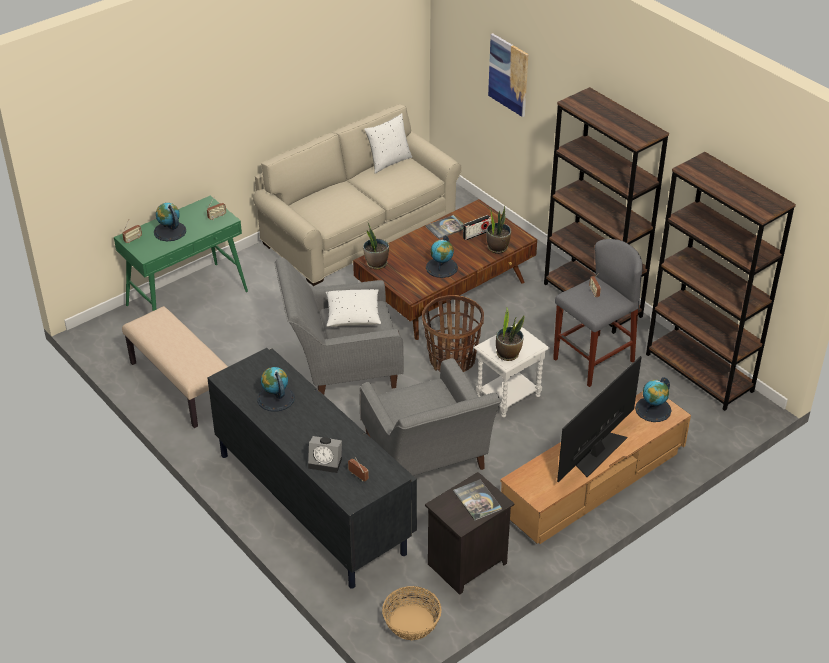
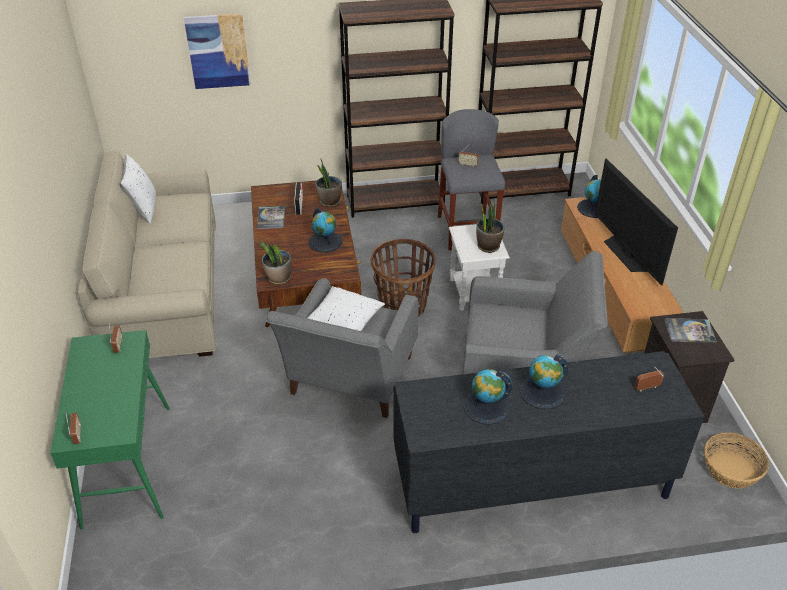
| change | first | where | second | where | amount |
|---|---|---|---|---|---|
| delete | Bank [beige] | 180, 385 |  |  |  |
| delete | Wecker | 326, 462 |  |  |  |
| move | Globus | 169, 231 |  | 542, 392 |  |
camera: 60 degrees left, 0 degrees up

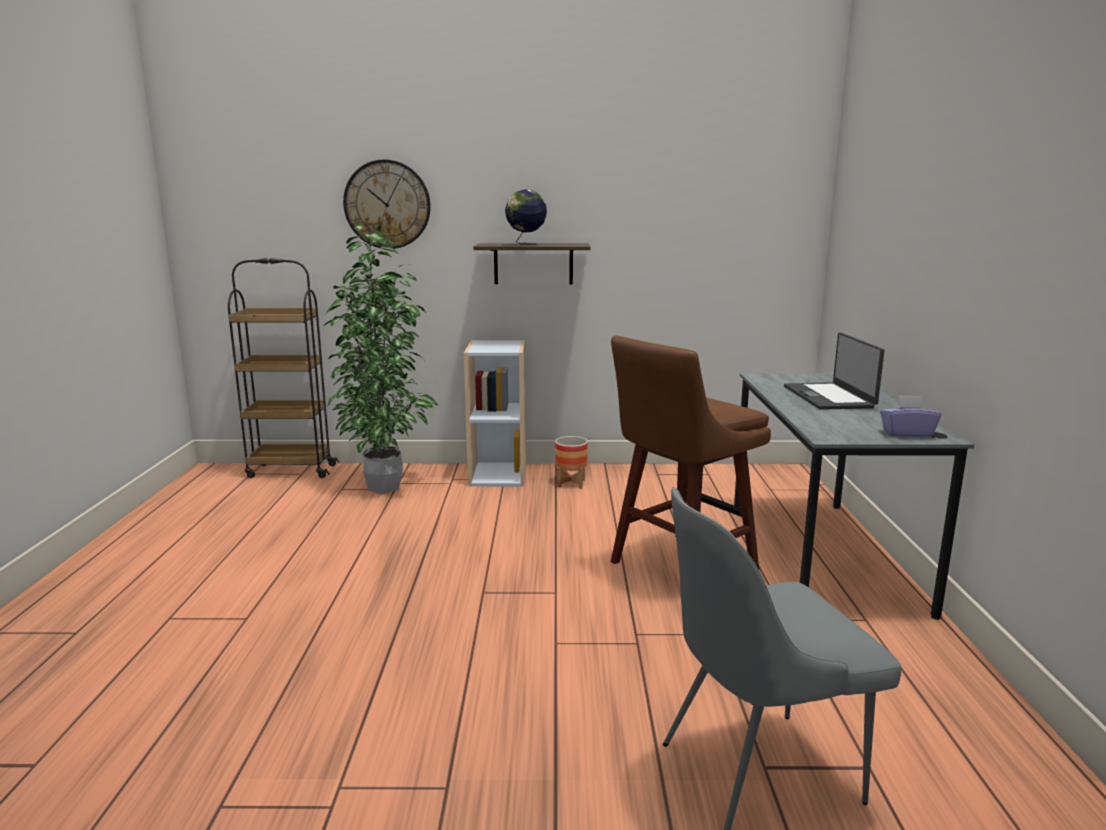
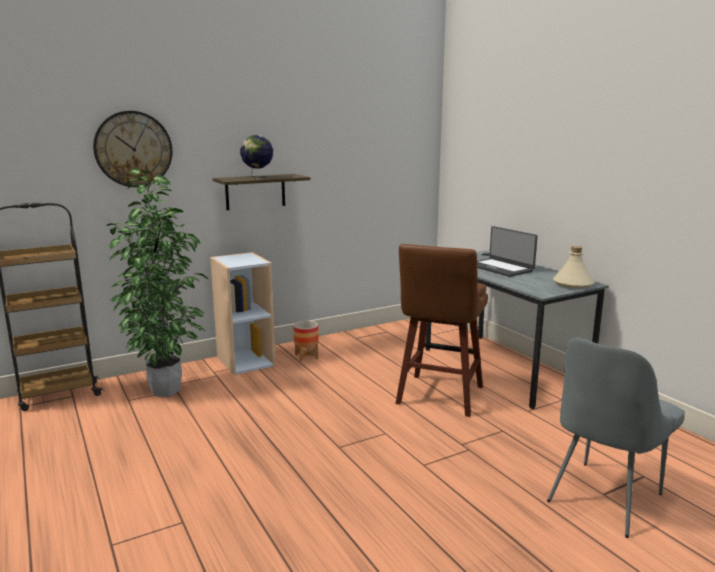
| change | first | where | second | where | amount |
|---|---|---|---|---|---|
| replace | Taschentuchbox [lila] | 907, 433 | Flasche [beige] | 572, 284 |  |
camera: 30 degrees left, 0 degrees up

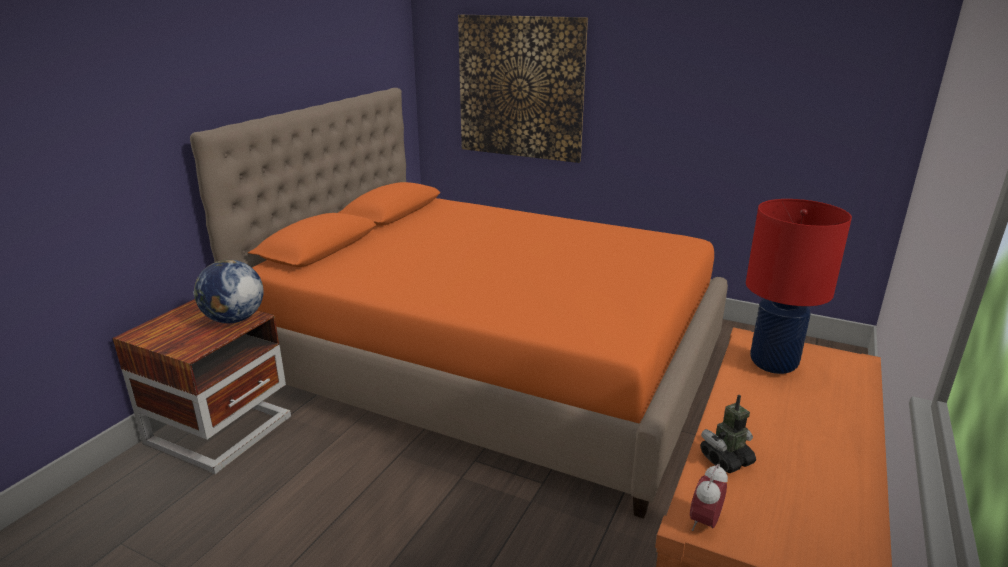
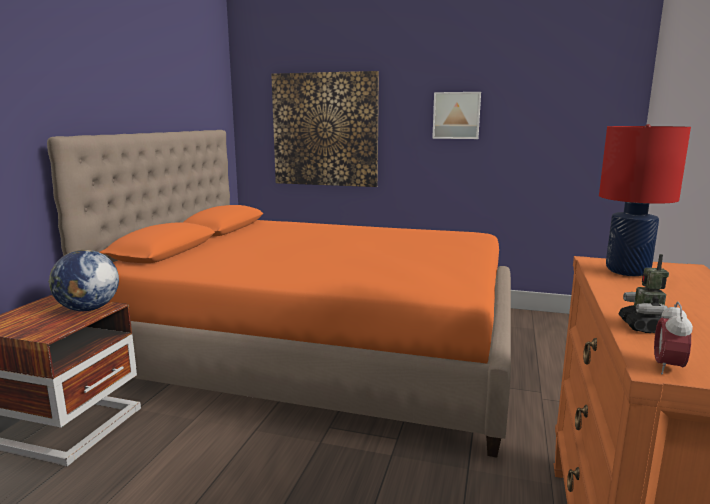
| change | first | where | second | where | amount |
|---|---|---|---|---|---|
| insert |  |  | Bild | 456, 115 |  |
| rotate | Spielzeugroboter | 726, 459 |  | 645, 327 | 45 degrees counterclockwise |
camera: 10 degrees left, 10 degrees down

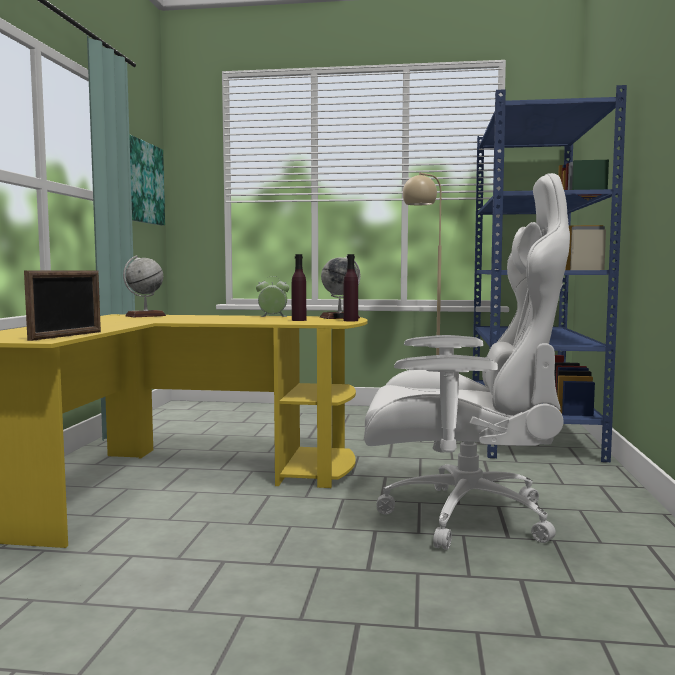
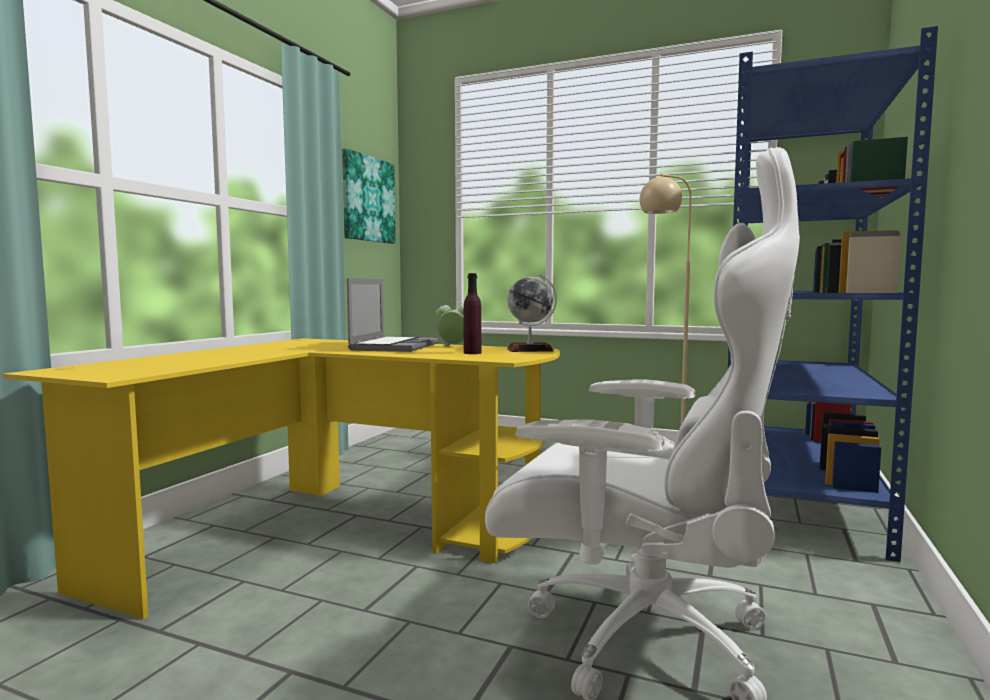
| change | first | where | second | where | amount |
|---|---|---|---|---|---|
| delete | Bilderrahmen | 66, 336 |  |  |  |
| delete | Globus | 145, 316 |  |  |  |
| delete | Flasche [lila] | 350, 320 |  |  |  |
| insert |  |  | Laptop | 394, 347 |  |
camera: 15 degrees right, 0 degrees up

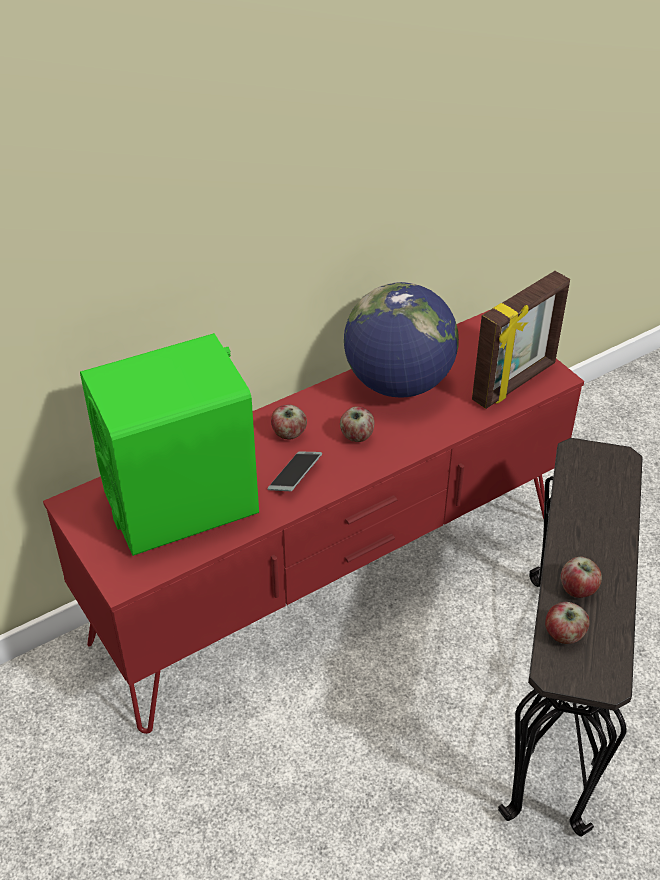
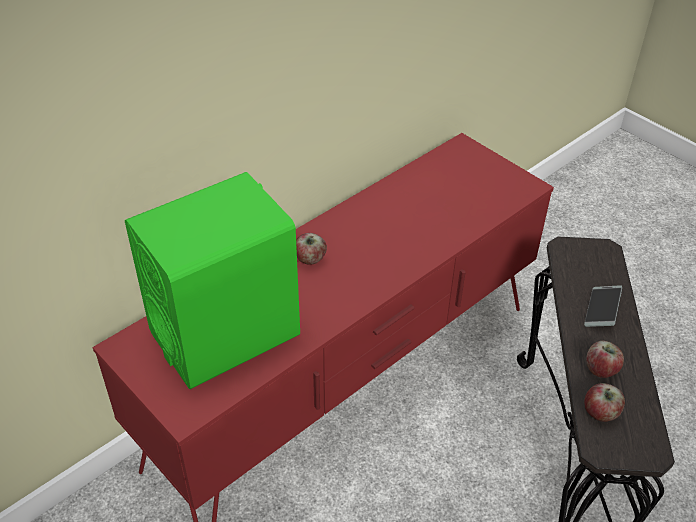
| change | first | where | second | where | amount |
|---|---|---|---|---|---|
| delete | Apfel | 356, 436 |  |  |  |
| delete | Globus | 398, 383 |  |  |  |
| delete | Bilderrahmen | 515, 383 |  |  |  |
| move | Handy | 295, 476 |  | 602, 310 |  |
camera: 10 degrees left, 0 degrees up

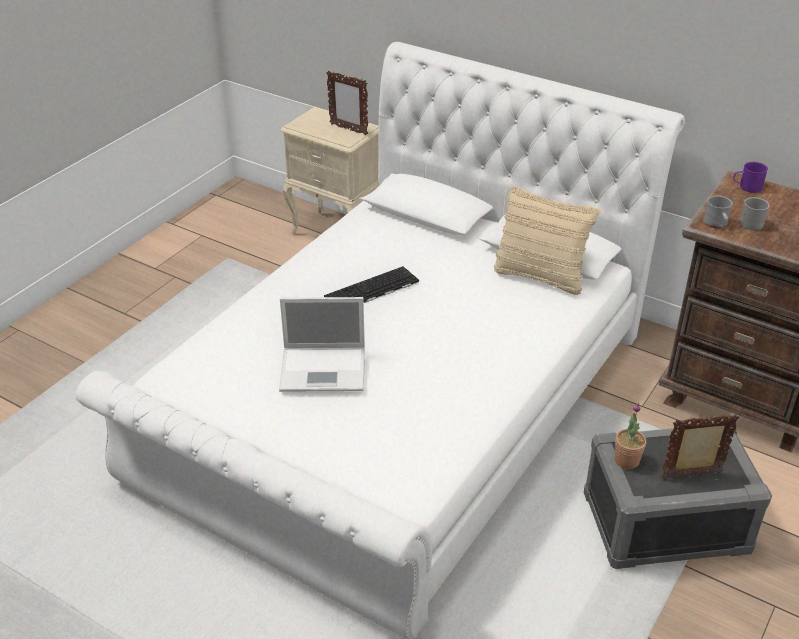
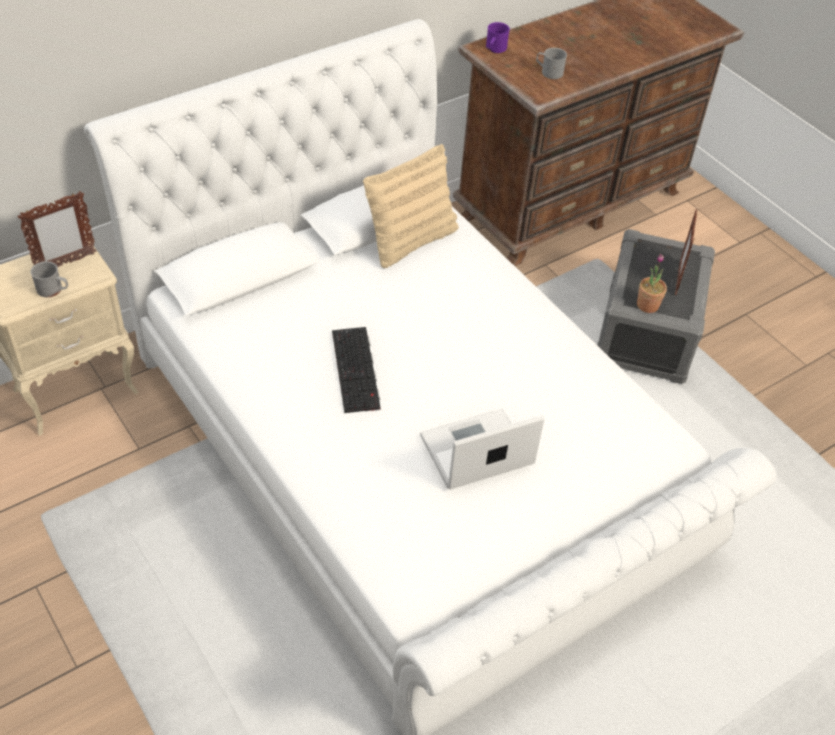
| change | first | where | second | where | amount |
|---|---|---|---|---|---|
| move | Henkelbecher [grau] | 716, 224 |  | 53, 290 |  |
| rotate | Laptop | 325, 369 |  | 474, 451 | 135 degrees counterclockwise |
camera: 70 degrees left, 10 degrees up

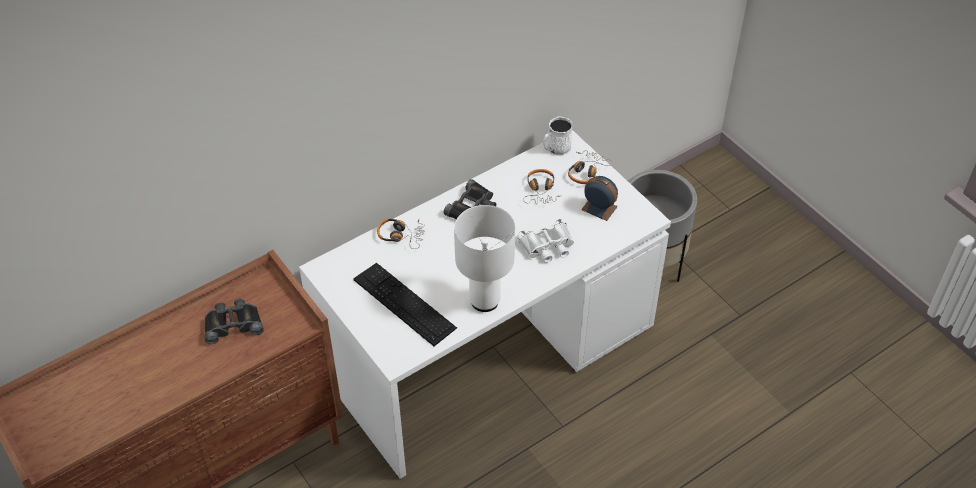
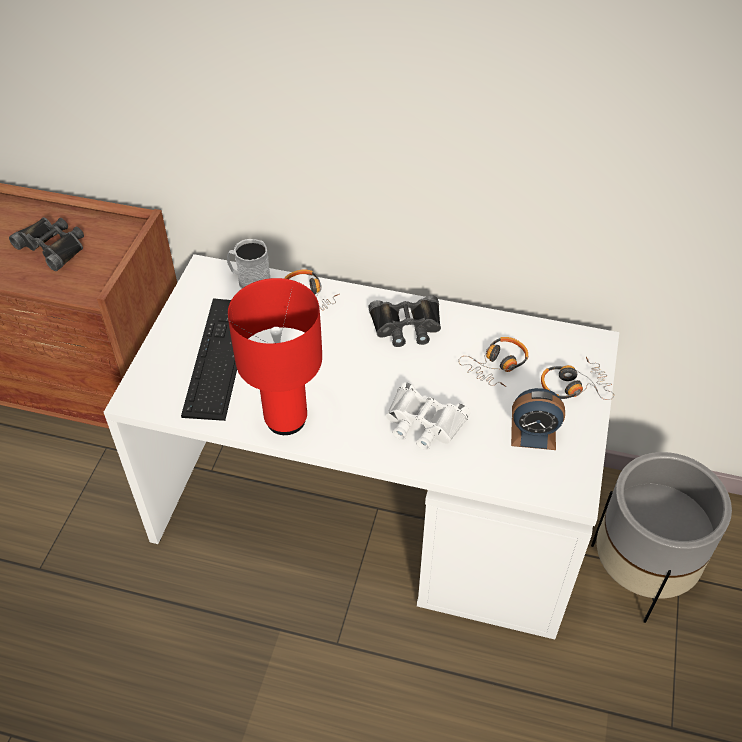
| change | first | where | second | where | amount |
|---|---|---|---|---|---|
| move | Henkelbecher [weiß] | 556, 148 |  | 250, 280 |  |
| recolor | Tischlampe [weiß] | 484, 301 | Tischlampe [rot] | 285, 418 |  |
| rotate | Wecker | 599, 208 |  | 533, 434 | 105 degrees clockwise |
camera: 50 degrees right, 0 degrees up

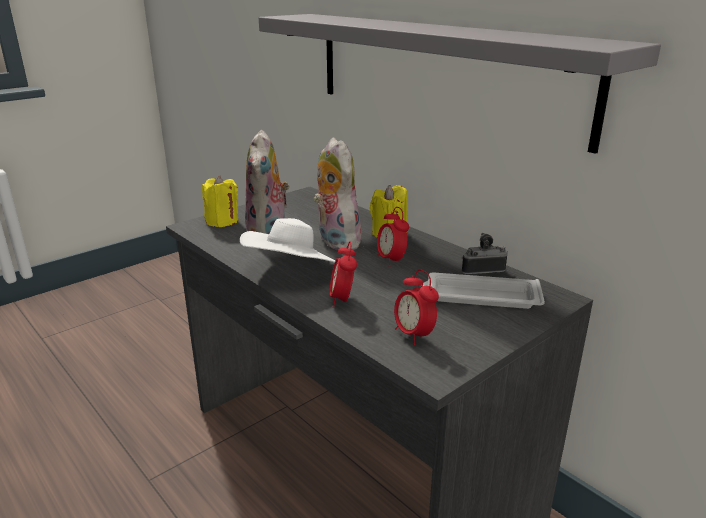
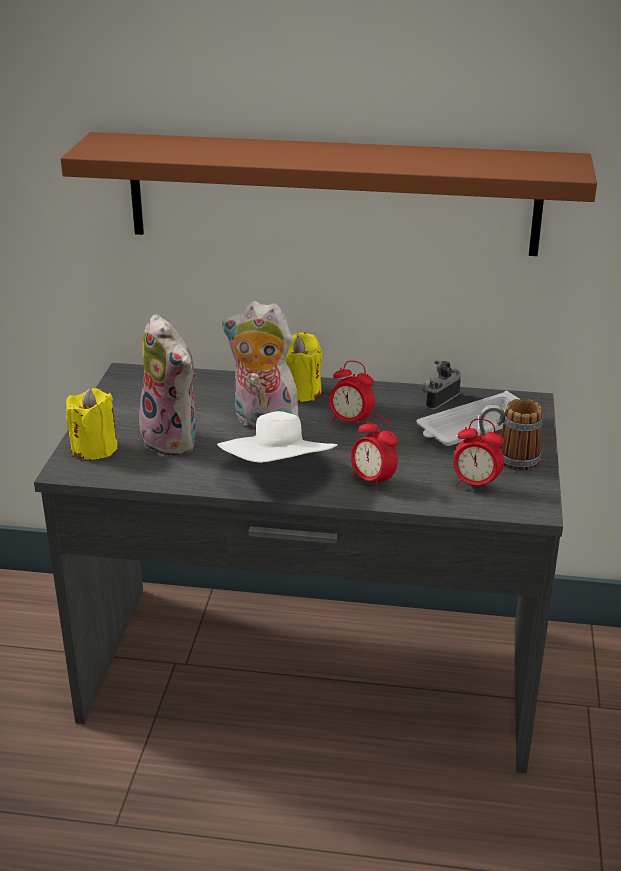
| change | first | where | second | where | amount |
|---|---|---|---|---|---|
| insert |  |  | Henkelbecher | 507, 460 |  |
| recolor | Wandregal [grau] | 440, 72 | Wandregal [braun] | 332, 194 |  |
camera: 40 degrees left, 5 degrees up

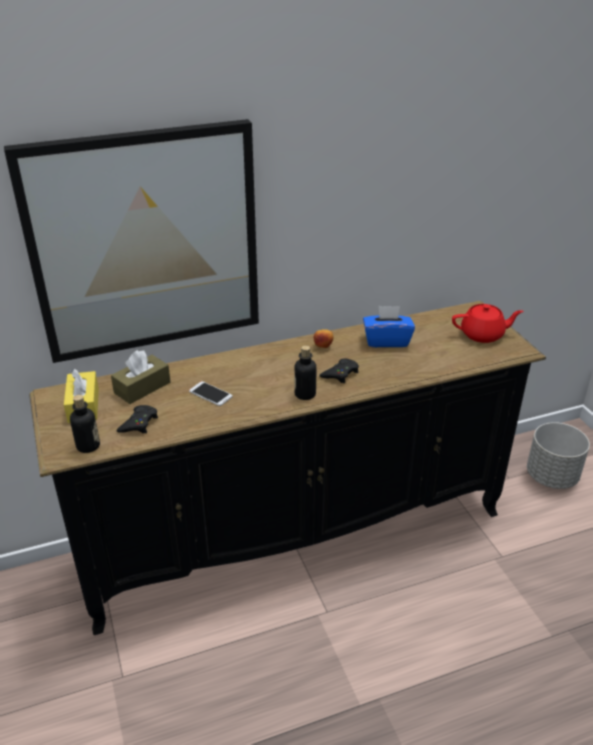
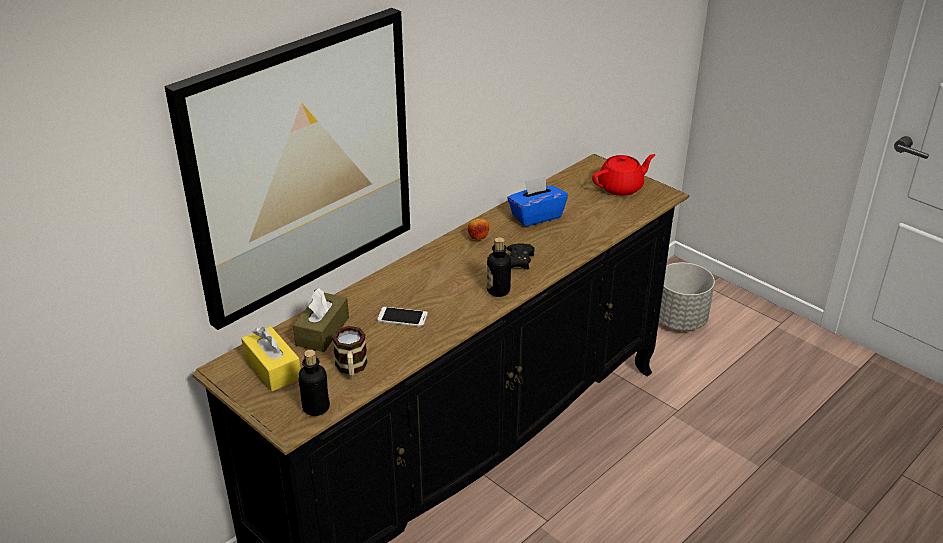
| change | first | where | second | where | amount |
|---|---|---|---|---|---|
| replace | Gamepad [schwarz] | 139, 423 | Henkelbecher | 351, 368 |  |
camera: 25 degrees left, 0 degrees up

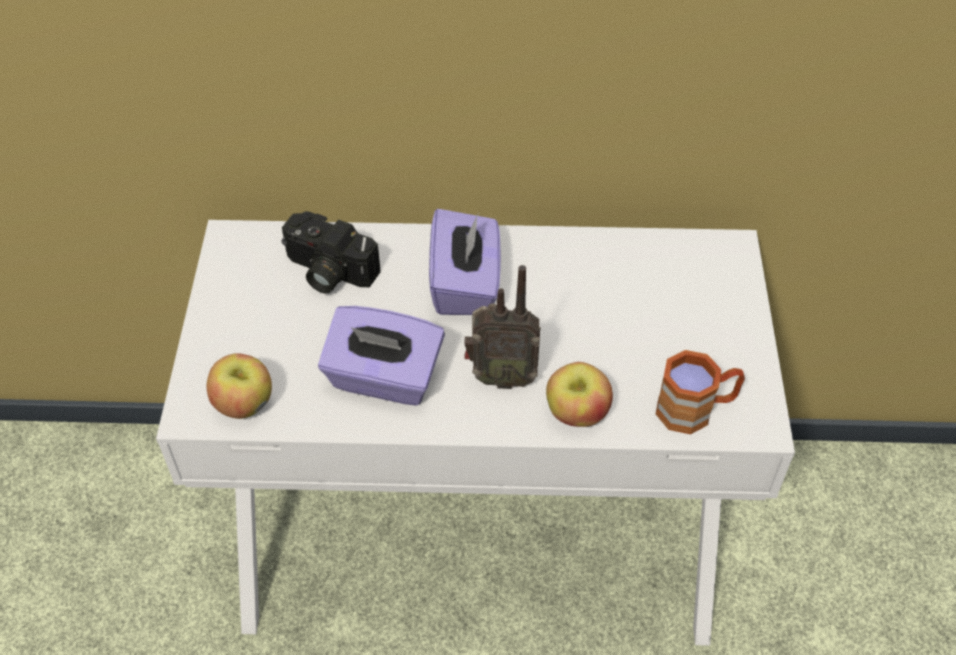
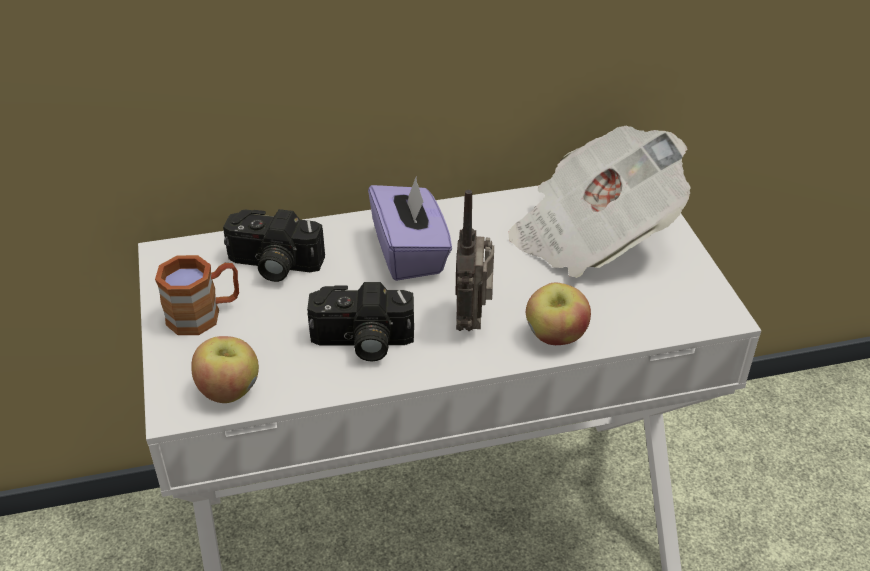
| change | first | where | second | where | amount |
|---|---|---|---|---|---|
| insert |  |  | Zeitung | 592, 235 |  |
| move | Henkelbecher [braun] | 695, 409 |  | 204, 314 |  |
| replace | Taschentuchbox [lila] | 384, 378 | Kamera | 361, 342 |  |
| rotate | Radio | 501, 376 |  | 473, 320 | 105 degrees clockwise |
camera: 15 degrees left, 10 degrees down

